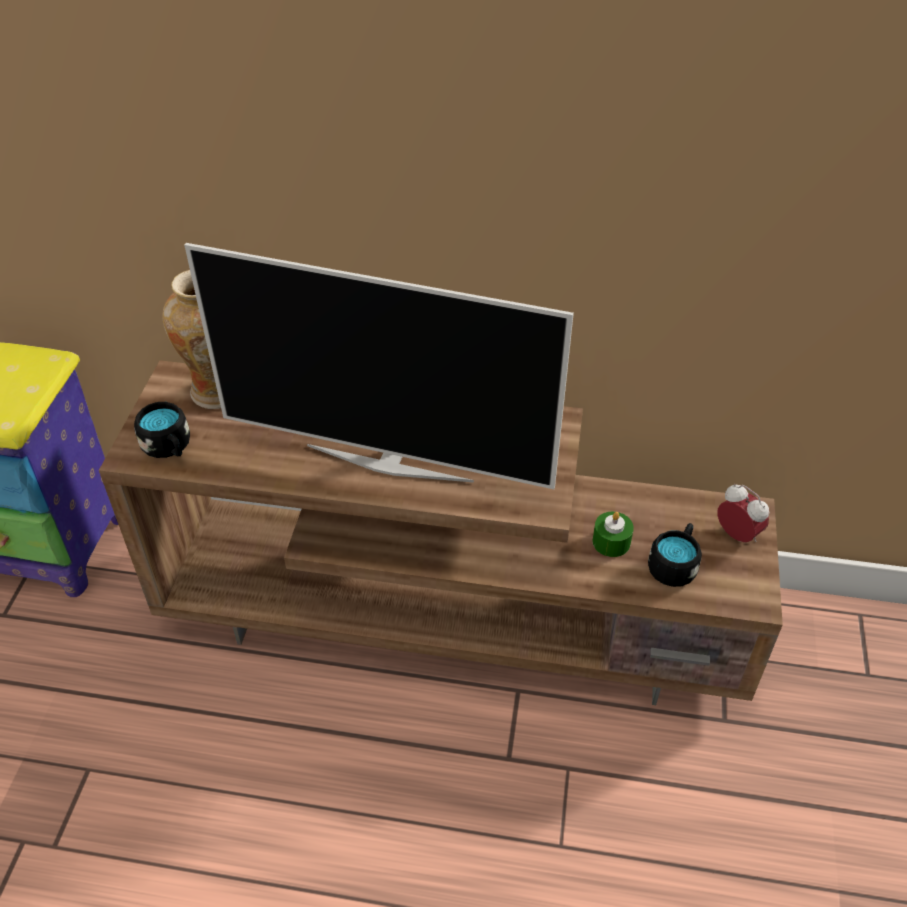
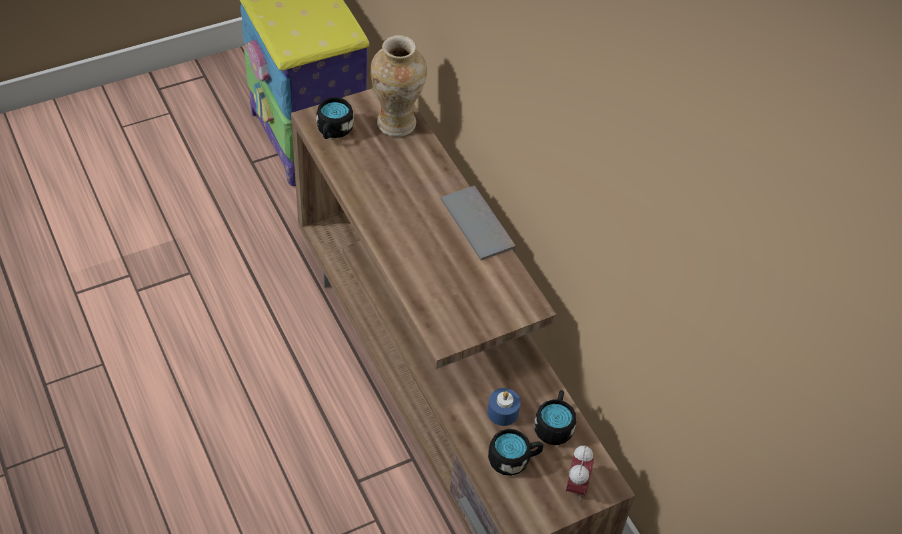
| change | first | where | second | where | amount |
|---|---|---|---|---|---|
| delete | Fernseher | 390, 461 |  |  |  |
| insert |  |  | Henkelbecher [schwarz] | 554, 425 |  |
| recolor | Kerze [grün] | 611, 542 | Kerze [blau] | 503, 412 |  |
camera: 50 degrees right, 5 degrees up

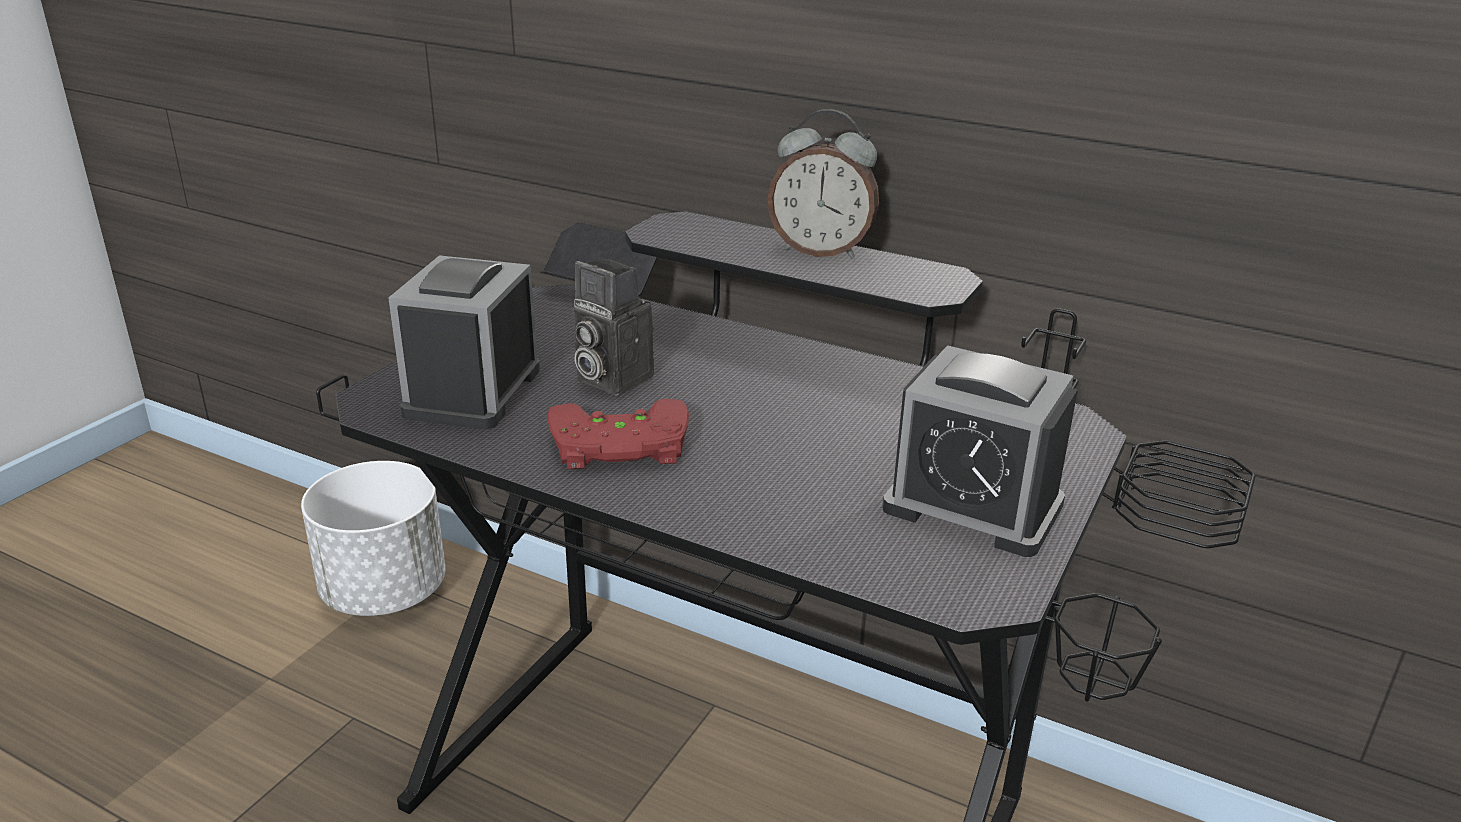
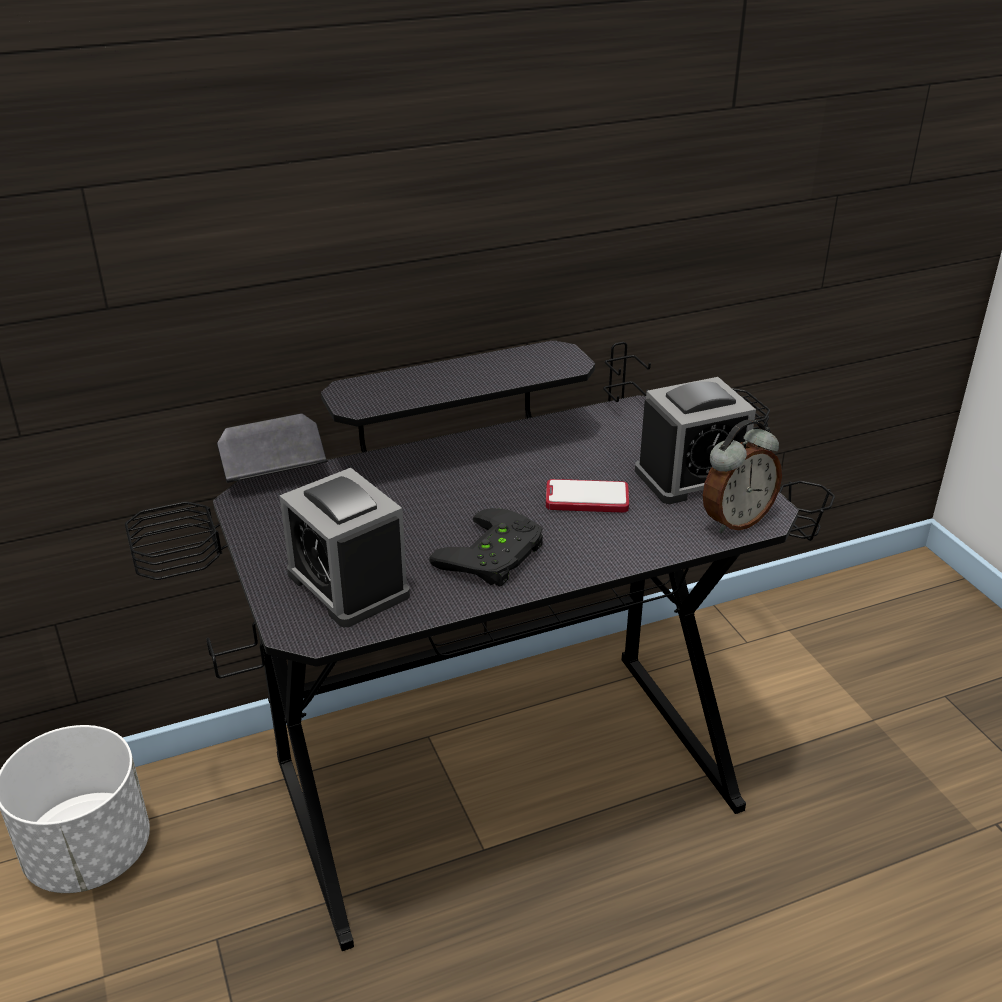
| change | first | where | second | where | amount |
|---|---|---|---|---|---|
| delete | Kamera | 609, 378 |  |  |  |
| insert |  |  | Handy | 587, 498 |  |
| move | Wecker | 821, 251 |  | 735, 520 |  |
| recolor | Gamepad [rot] | 619, 446 | Gamepad [schwarz] | 495, 557 |  |
camera: 50 degrees left, 5 degrees up

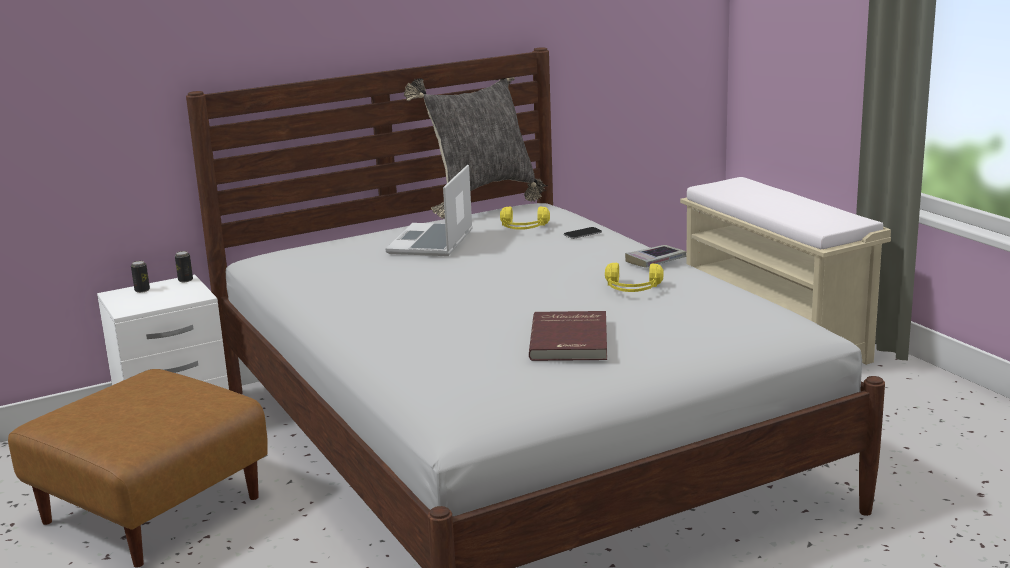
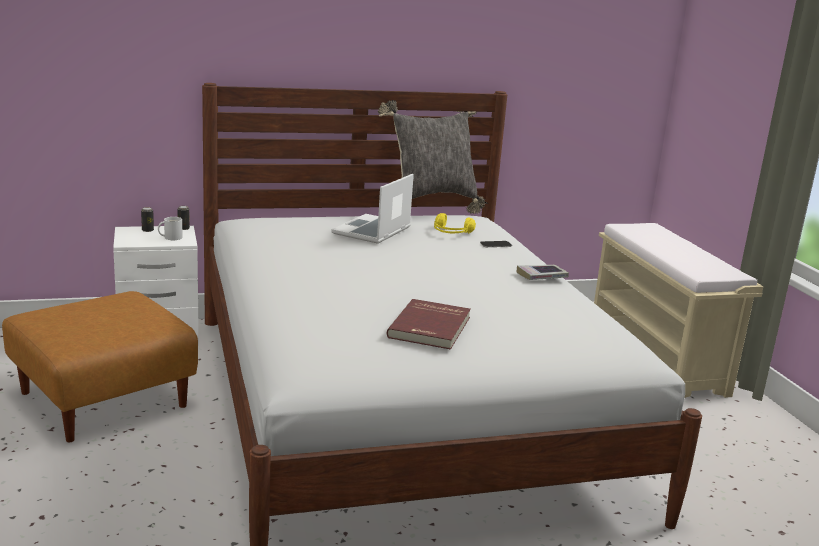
| change | first | where | second | where | amount |
|---|---|---|---|---|---|
| delete | Kopfhörer [gelb] | 632, 289 |  |  |  |
| insert |  |  | Henkelbecher [weiß] | 171, 237 |  |
camera: 10 degrees right, 0 degrees up

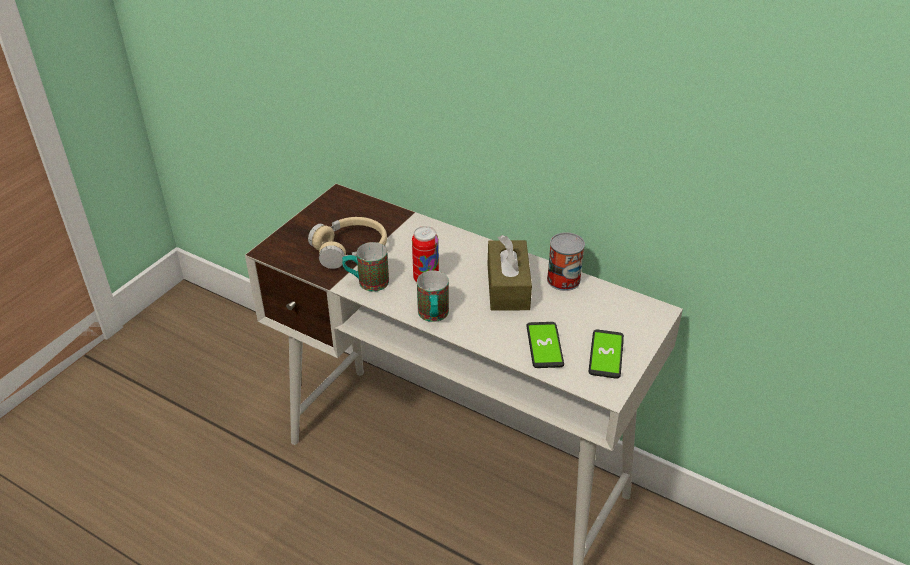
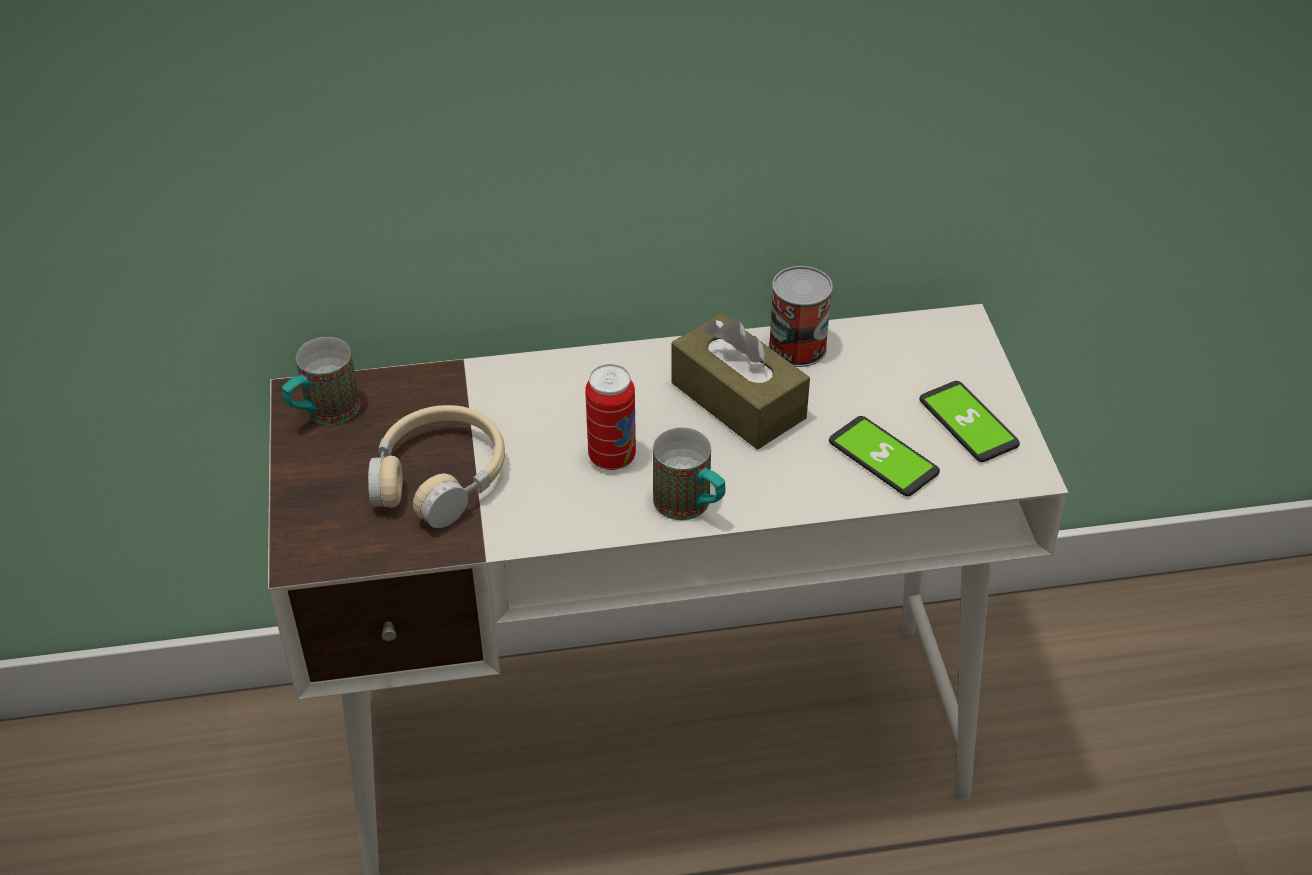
| change | first | where | second | where | amount |
|---|---|---|---|---|---|
| move | Henkelbecher | 366, 283 |  | 323, 413 |  |
camera: 40 degrees left, 5 degrees up

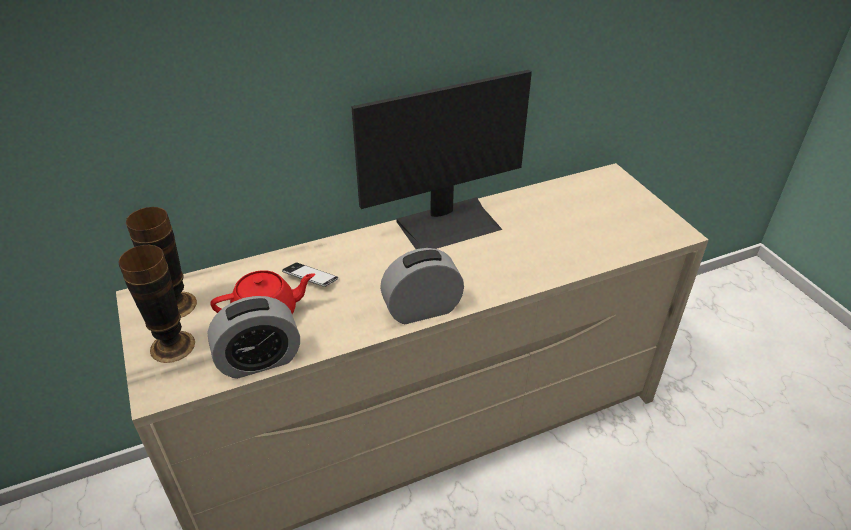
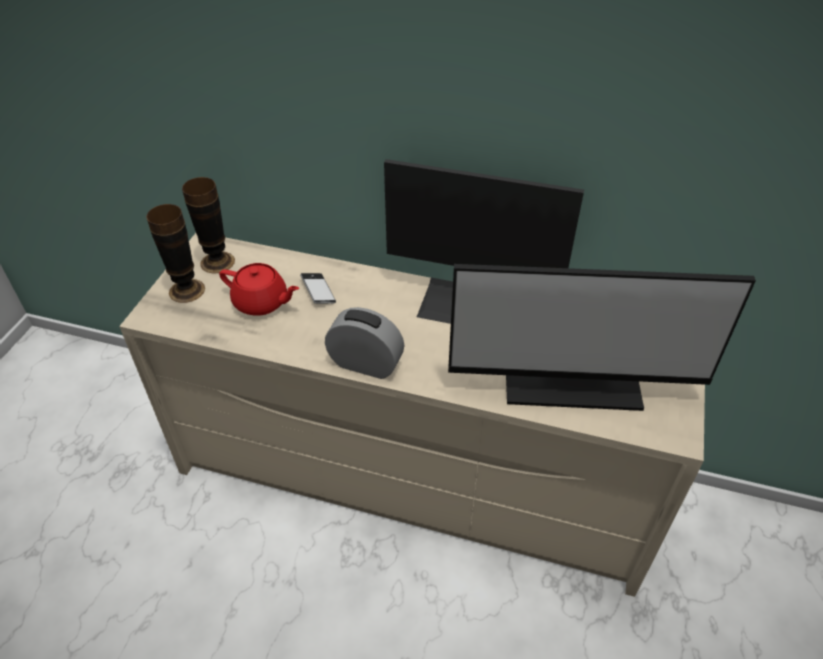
| change | first | where | second | where | amount |
|---|---|---|---|---|---|
| delete | Wecker | 259, 360 |  |  |  |
| insert |  |  | Monitor | 571, 379 |  |
camera: 40 degrees right, 5 degrees up

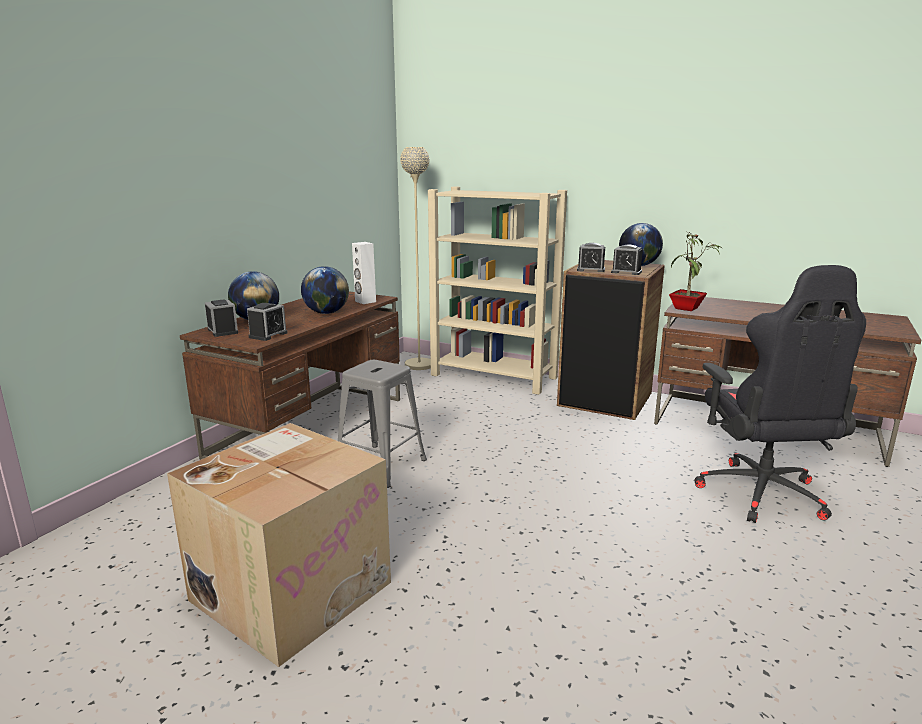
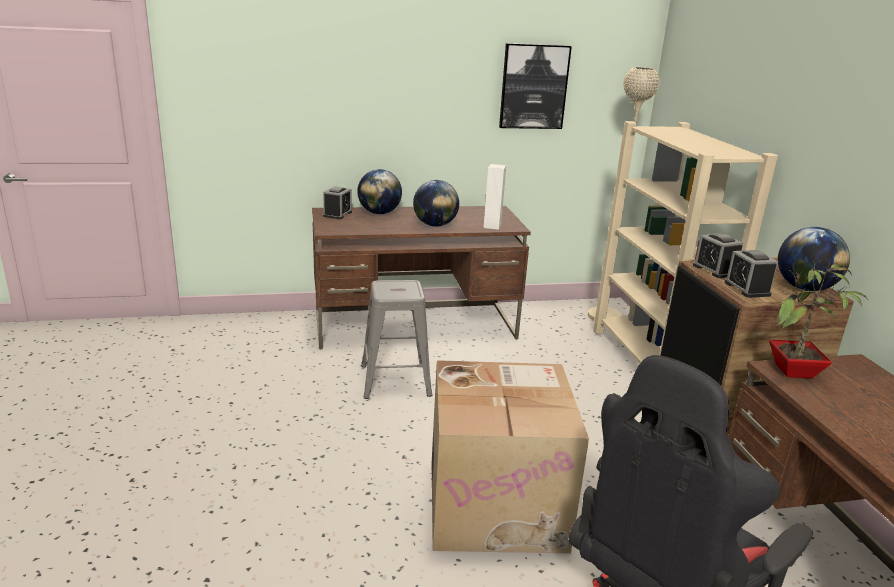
| change | first | where | second | where | amount |
|---|---|---|---|---|---|
| delete | Wecker | 268, 335 |  |  |  |
| insert |  |  | Bild | 533, 86 |  |
| move | Karton | 291, 589 |  | 497, 503 |  |
camera: 50 degrees right, 5 degrees up

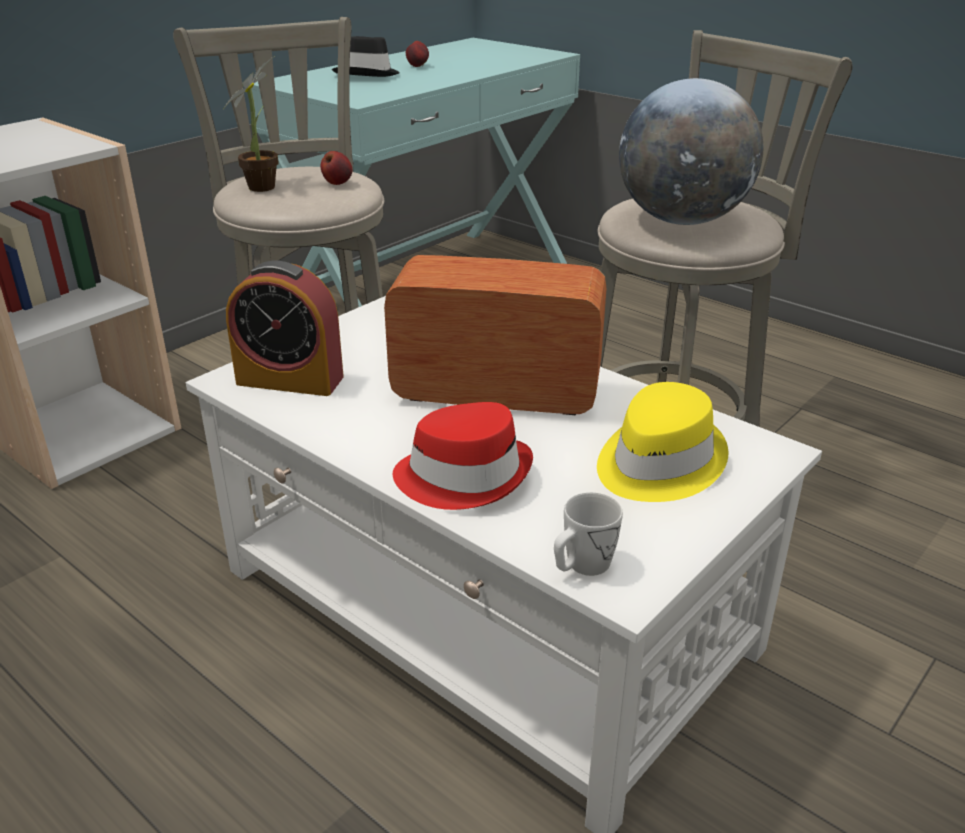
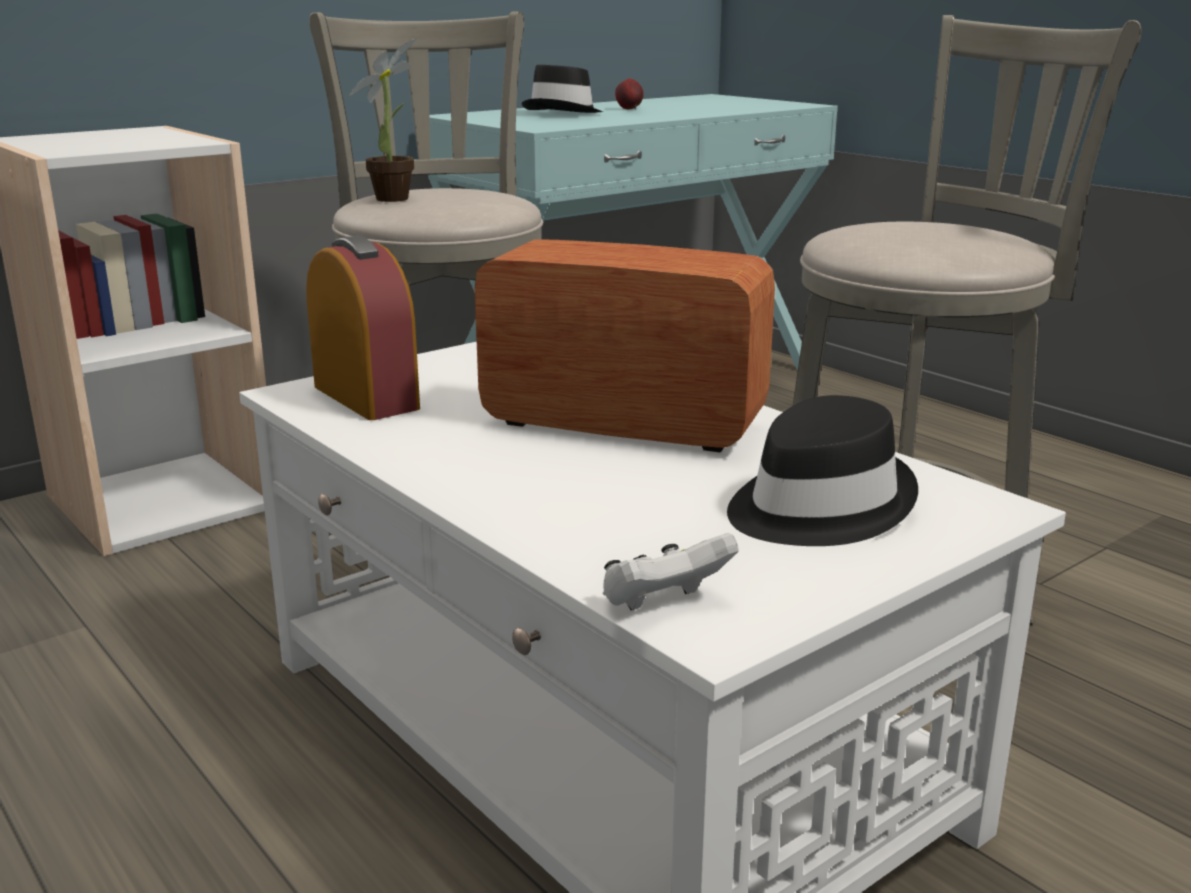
| change | first | where | second | where | amount |
|---|---|---|---|---|---|
| delete | Apfel | 337, 183 |  |  |  |
| delete | Hut [rot] | 464, 475 |  |  |  |
| delete | Globus | 682, 220 |  |  |  |
| replace | Henkelbecher [weiß] | 582, 566 | Gamepad [weiß] | 663, 604 |  |
| recolor | Hut [gelb] | 657, 463 | Hut [schwarz] | 816, 507 |  |
| rotate | Wecker | 290, 380 |  | 366, 397 | 150 degrees counterclockwise |
camera: 10 degrees right, 10 degrees down

